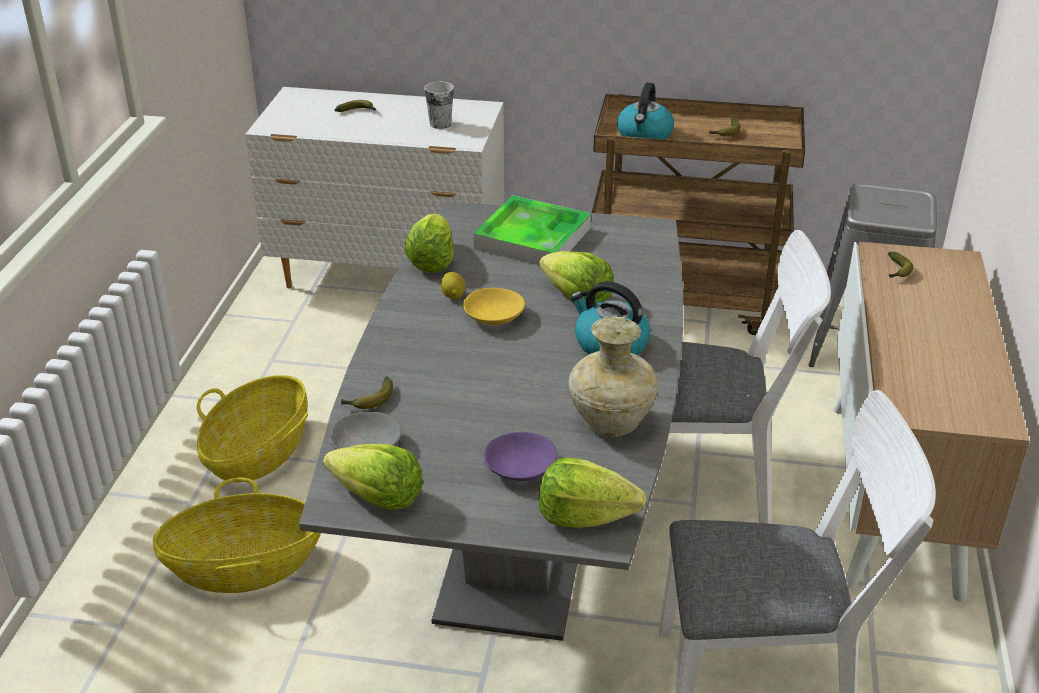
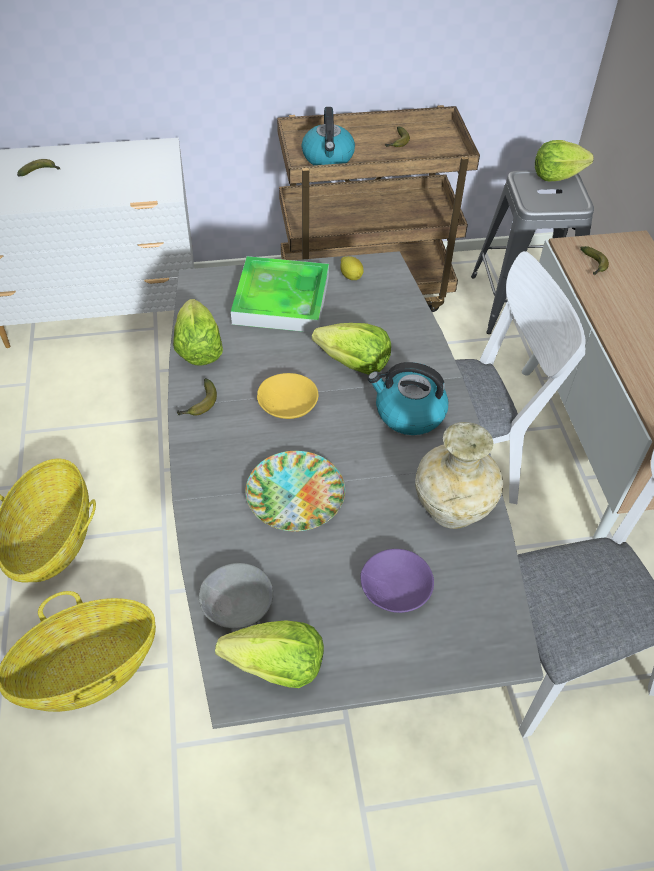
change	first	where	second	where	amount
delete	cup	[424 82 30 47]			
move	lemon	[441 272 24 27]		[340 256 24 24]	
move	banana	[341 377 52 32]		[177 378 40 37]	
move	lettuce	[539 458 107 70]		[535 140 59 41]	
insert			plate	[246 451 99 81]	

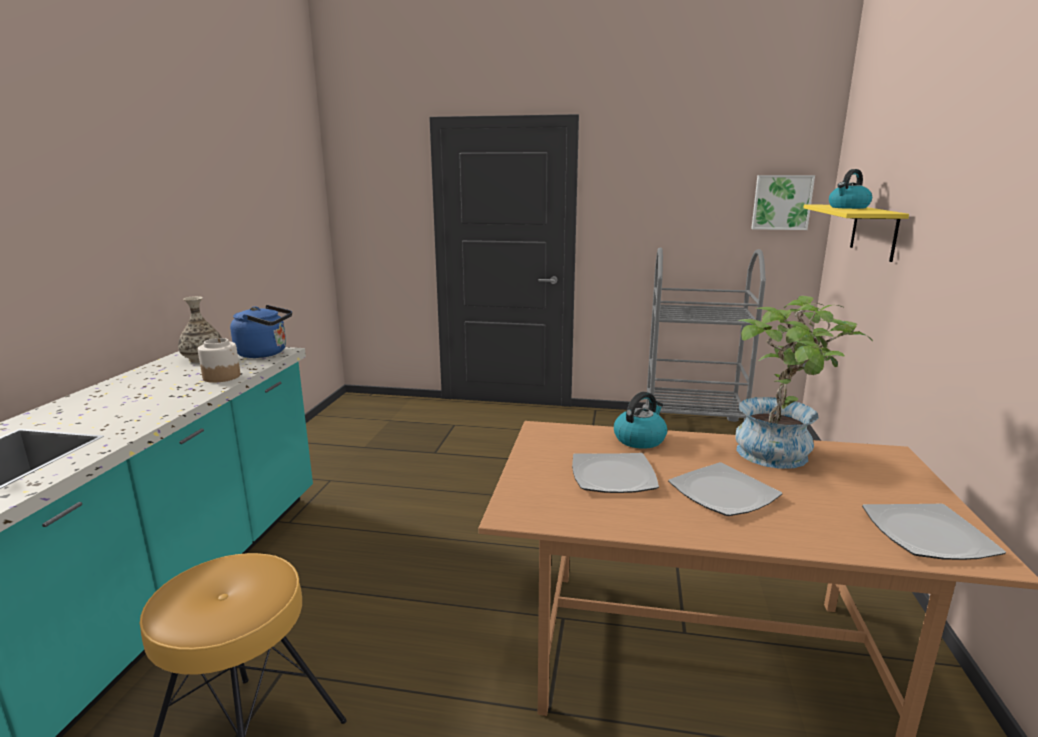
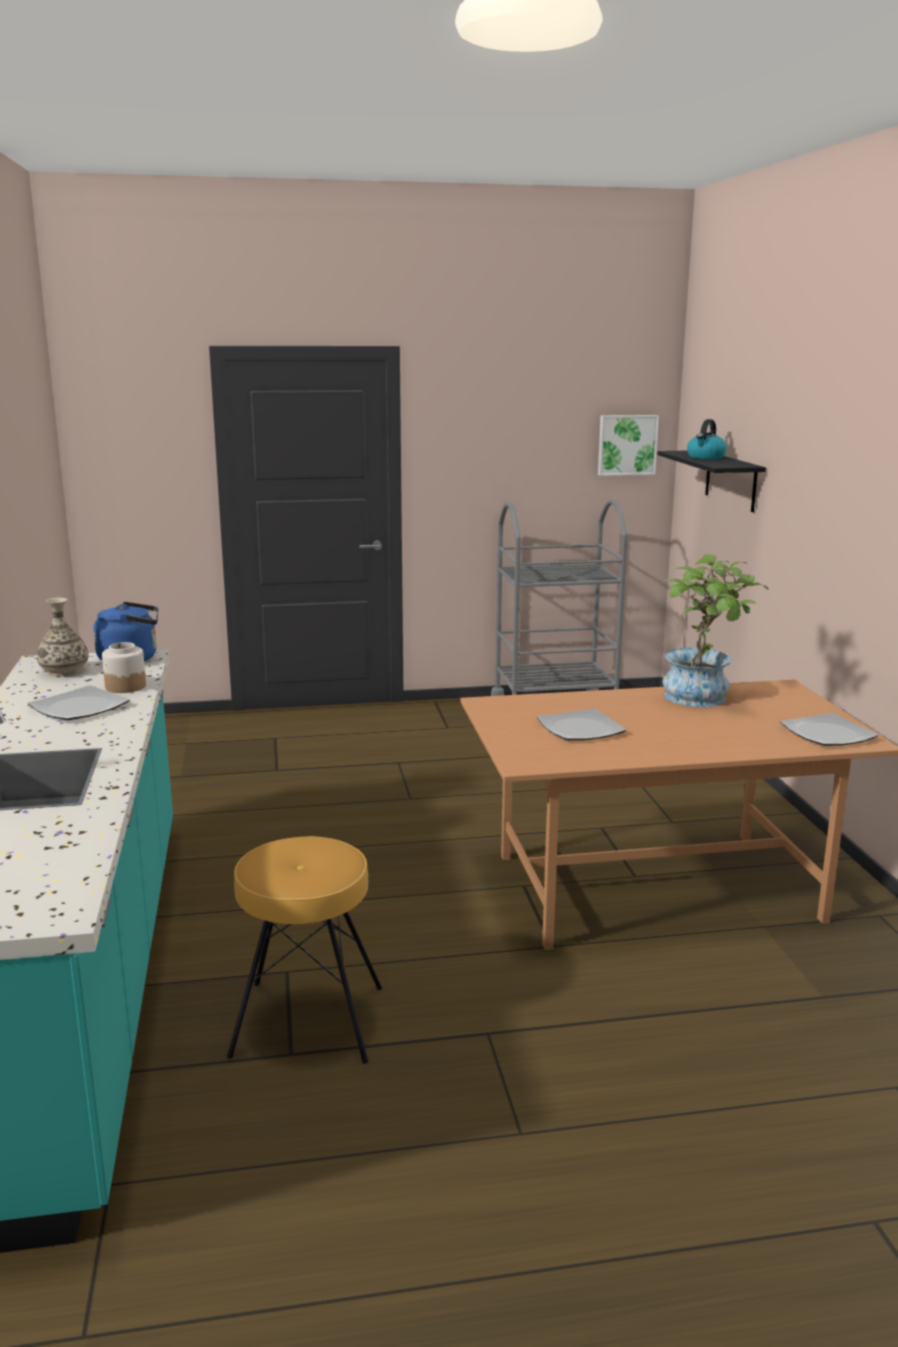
change	first	where	second	where	amount
recolor	shelf in yellow	[803 204 106 58]	shelf in black	[657 451 109 61]	
delete	kettle	[614 392 53 57]			
move	plate	[668 462 114 54]		[28 685 102 35]	

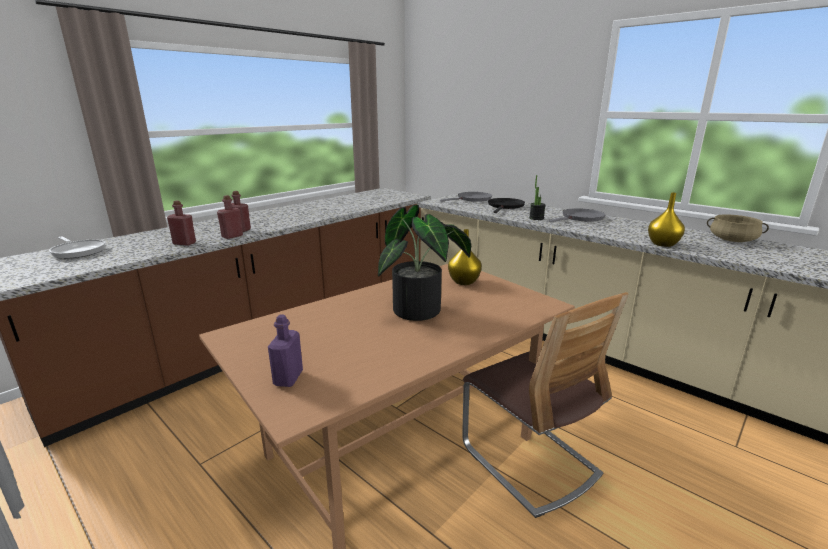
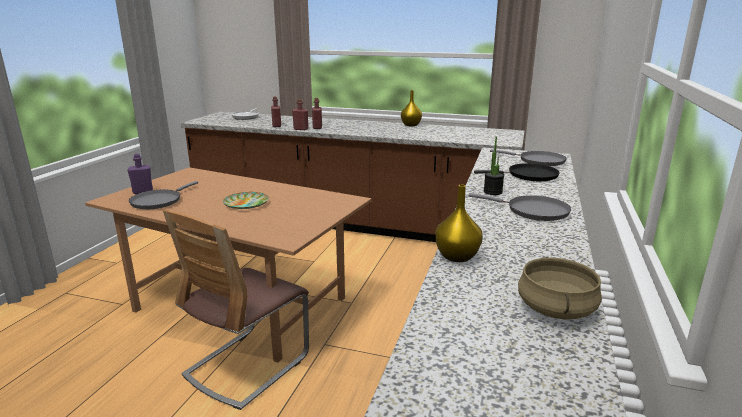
change	first	where	second	where	amount
replace	potted plant	[378 205 93 116]	plate	[223 192 46 17]	
move	vase in yellow	[448 229 34 56]		[401 90 21 36]	
insert			frying pan in grey	[129 181 69 28]	

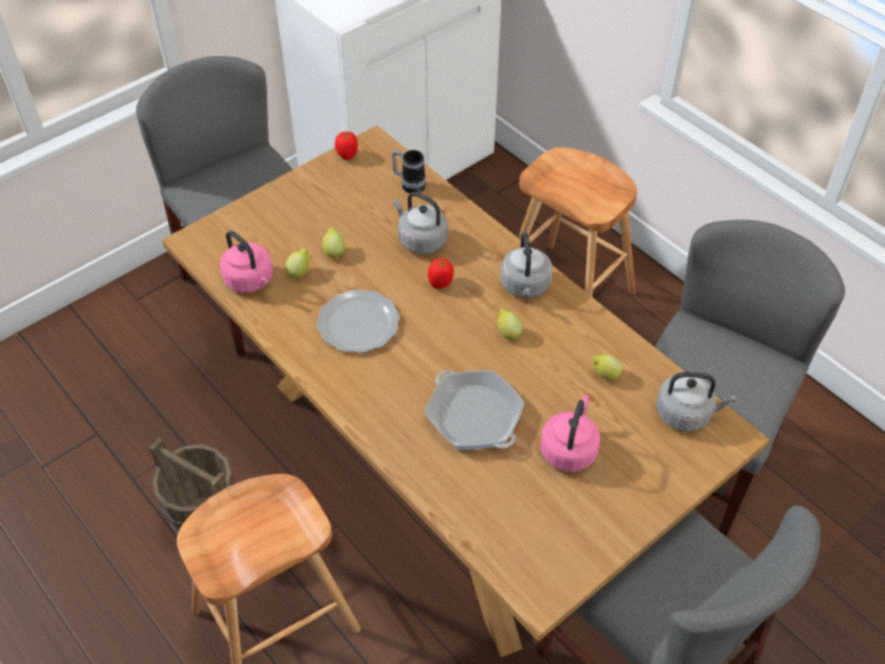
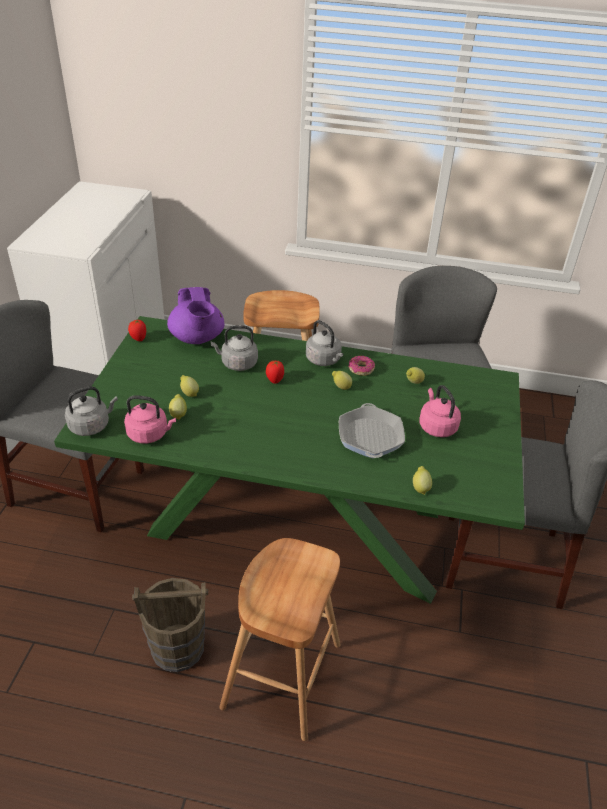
change	first	where	second	where	amount
recolor	dining table in brown	[162 125 608 532]	dining table in green	[54 316 471 288]	
replace	mug	[392 150 34 43]	teapot in purple	[167 287 57 57]	
delete	plate	[317 289 83 64]			
rotate	frying pan	[425 370 99 80]		[339 403 66 55]	75 degrees clockwise
move	kettle in grey	[656 372 80 59]		[65 386 53 50]	
insert			donut	[349 356 26 20]	
insert			lemon	[413 466 19 29]	

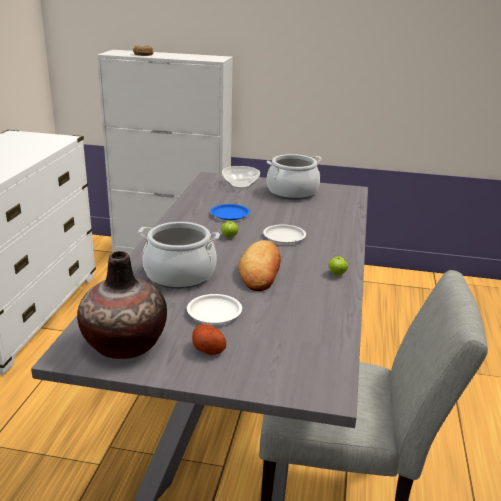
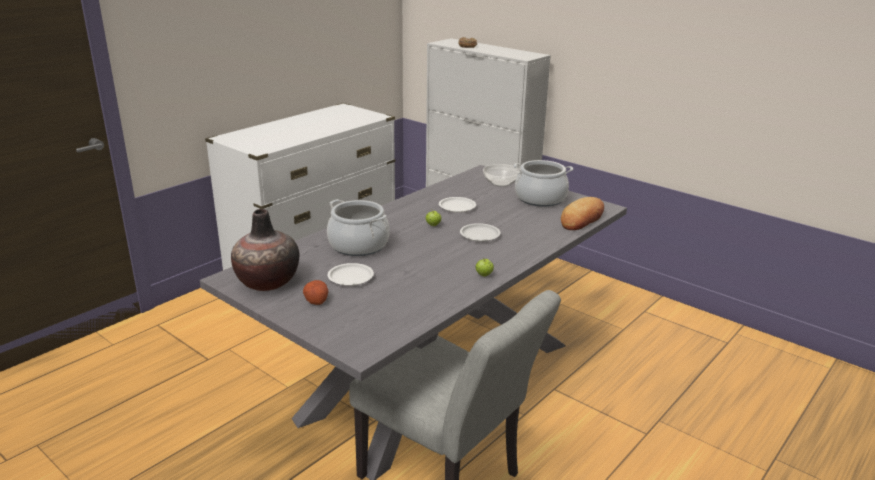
change	first	where	second	where	amount
recolor	plate in blue	[210 204 40 16]	plate in white	[439 197 37 16]	
move	bread	[238 240 43 51]		[561 197 43 33]	

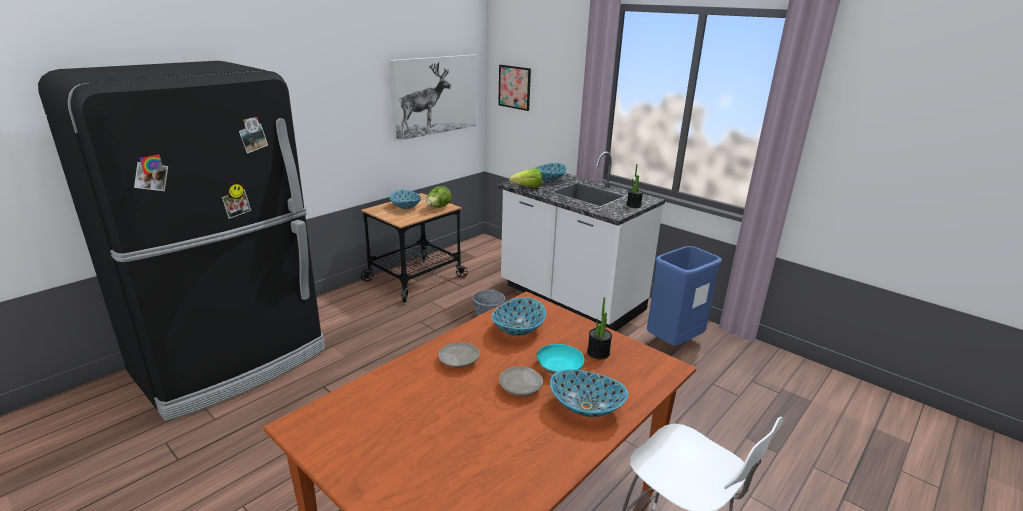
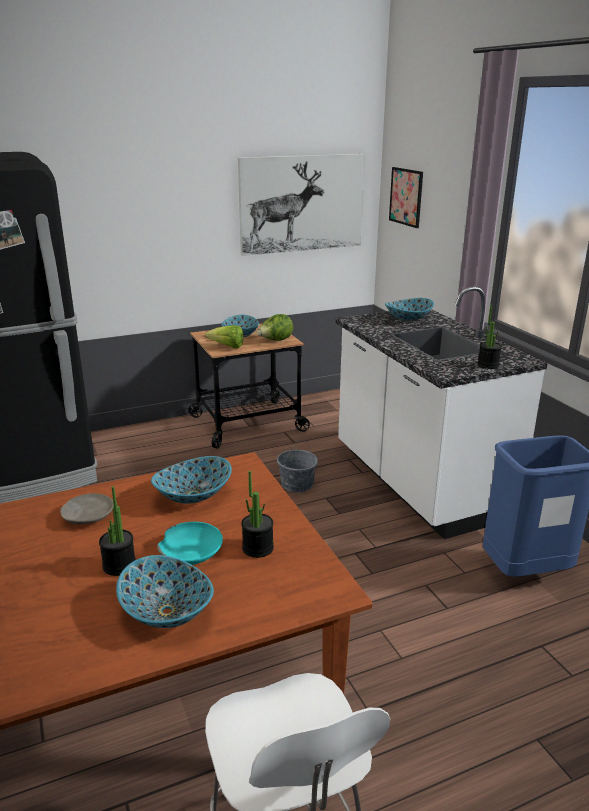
change	first	where	second	where	amount
move	lettuce	[509 168 33 20]		[205 325 39 23]	
replace	plate in beige	[499 366 44 30]	potted plant	[99 486 37 90]	

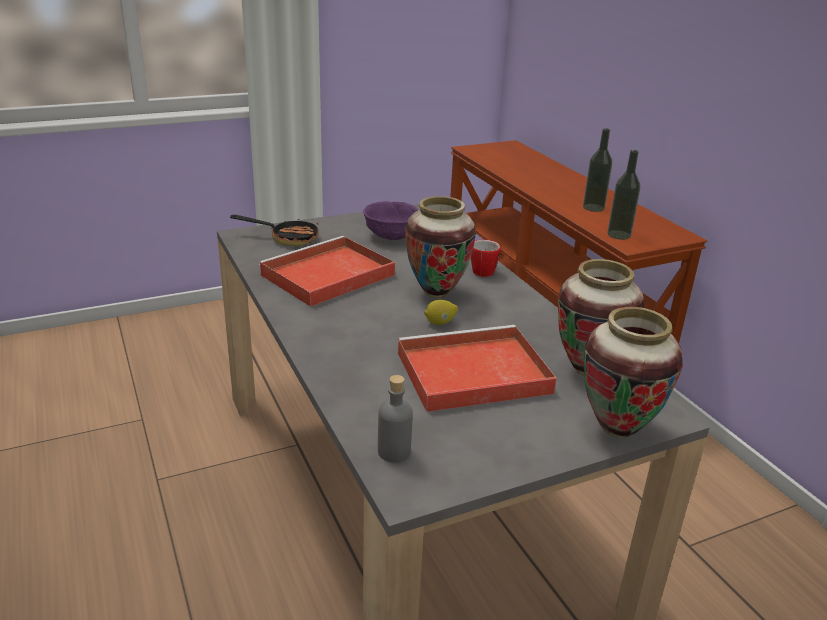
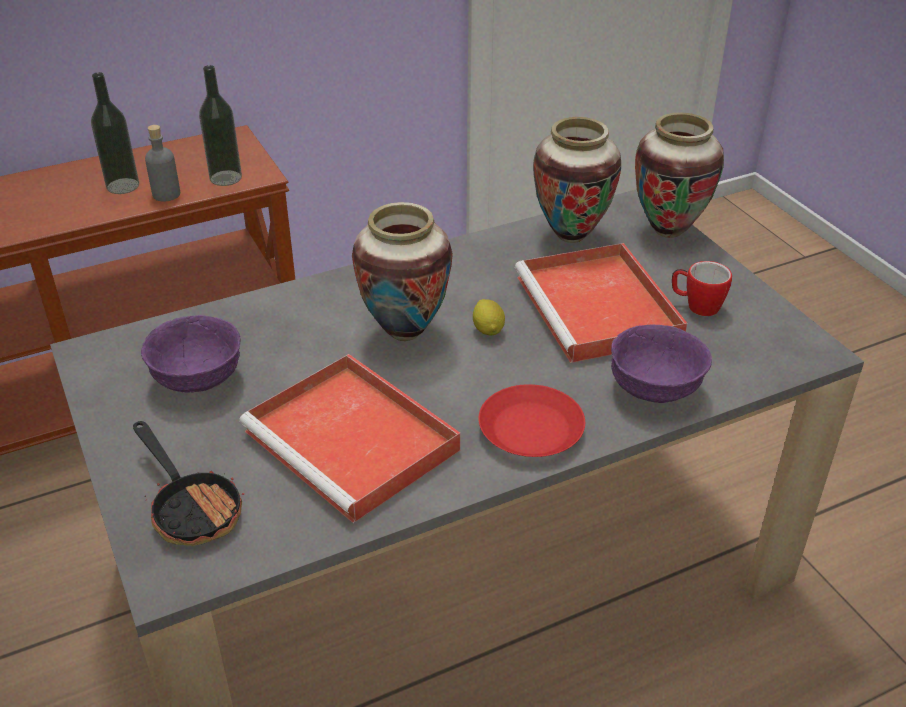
change	first	where	second	where	amount
rotate	frying pan	[230 215 89 31]		[133 421 111 125]	135 degrees clockwise
move	mug	[471 239 30 38]		[672 261 60 55]	
move	bottle in grey	[378 375 35 88]		[145 125 35 77]	
insert			bowl in purple	[611 325 101 78]	
insert			plate in red	[479 384 106 73]	

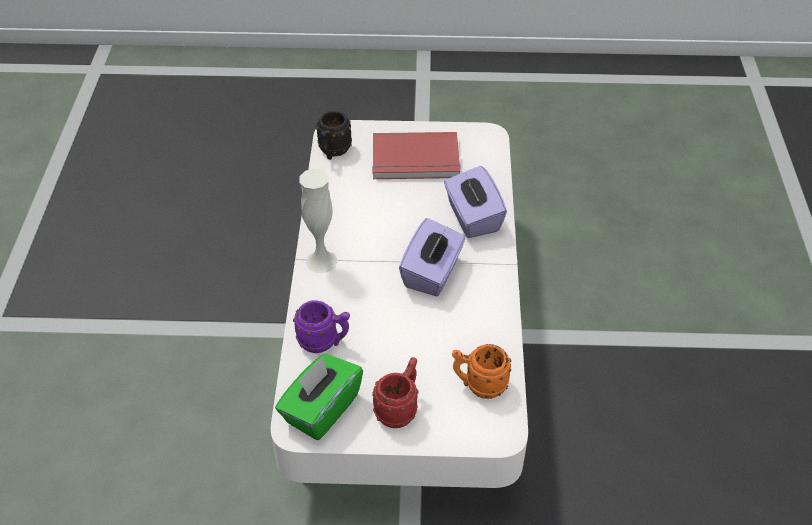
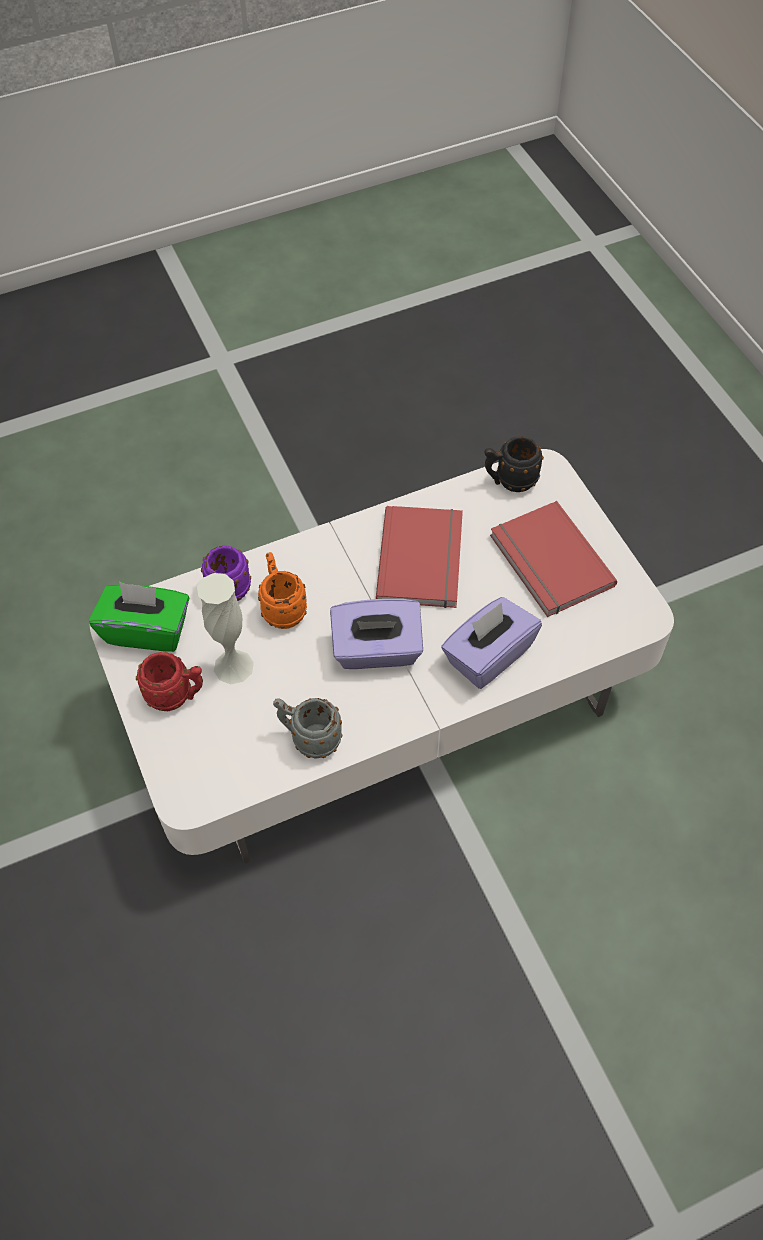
change	first	where	second	where	amount
move	vase in white	[299 169 39 104]		[197 573 57 111]	
move	mug in orange	[452 344 59 55]		[258 552 49 77]	
insert			book in red	[376 506 87 102]	
insert			mug in grey	[273 698 69 61]	

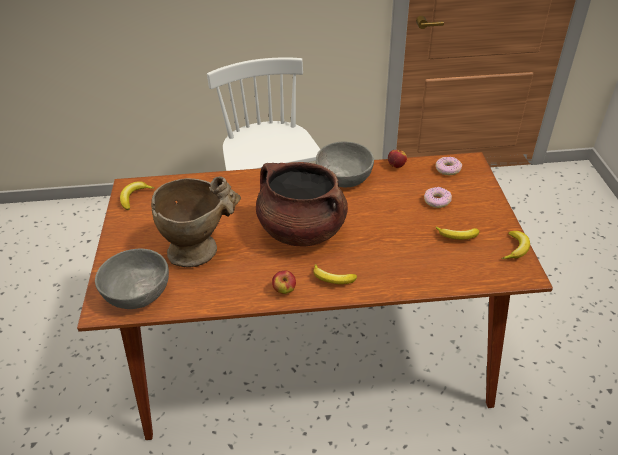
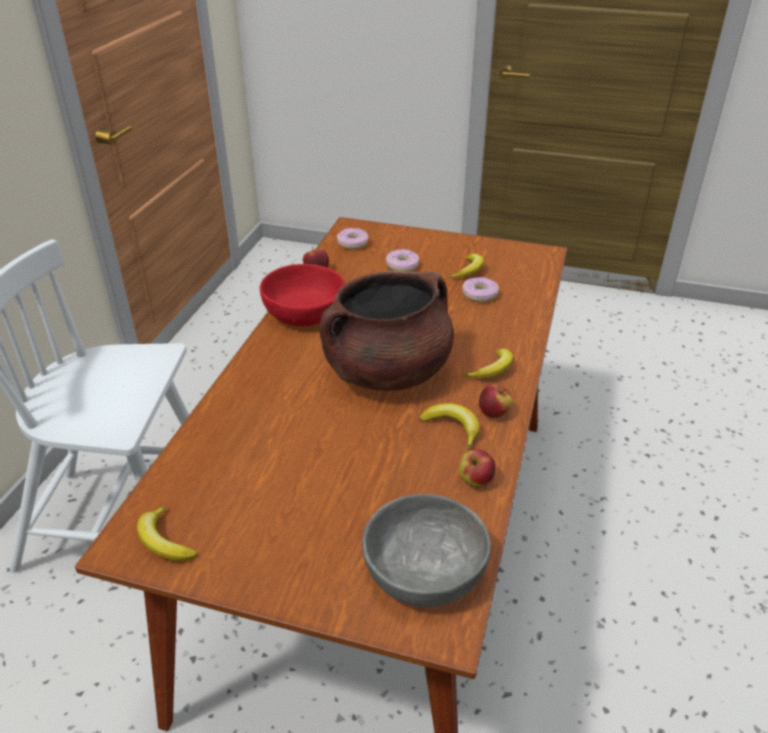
change	first	where	second	where	amount
recolor	bowl in grey	[316 142 58 45]	bowl in red	[260 264 85 62]	
delete	vase in beige	[151 176 90 91]			
move	banana	[501 231 29 28]		[420 403 60 46]	
insert			donut	[462 277 37 25]	
insert			apple	[459 449 37 38]	

